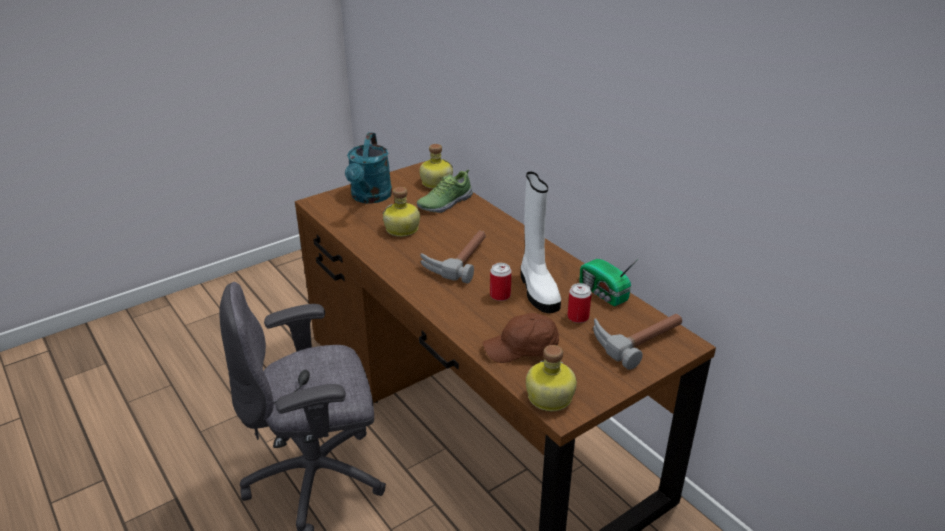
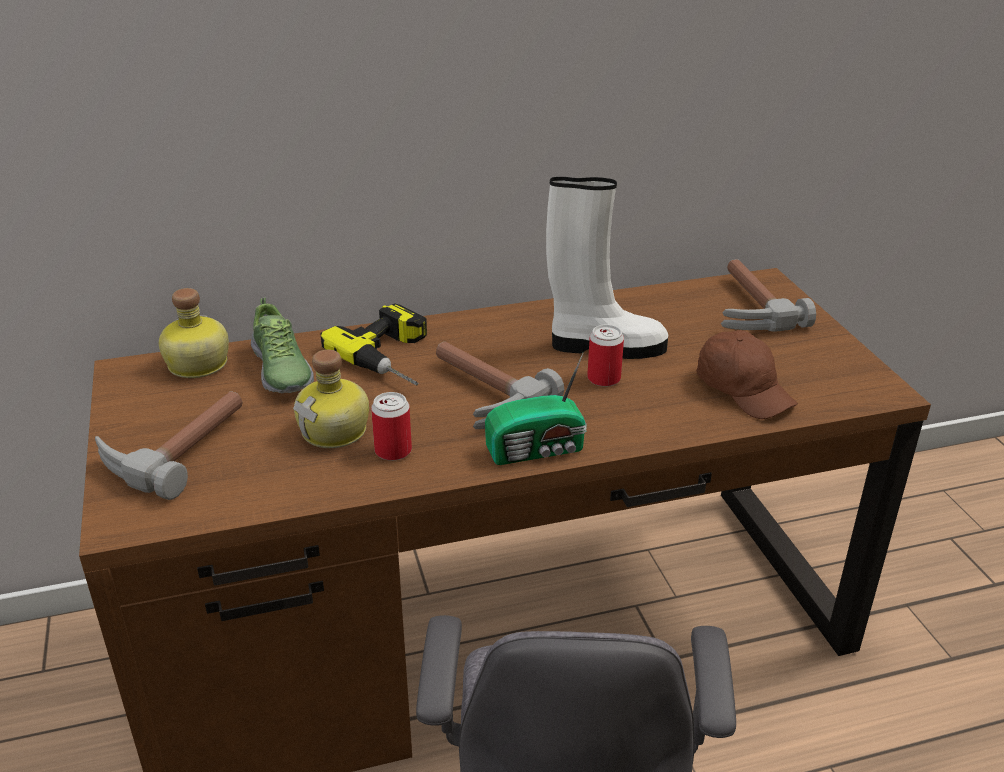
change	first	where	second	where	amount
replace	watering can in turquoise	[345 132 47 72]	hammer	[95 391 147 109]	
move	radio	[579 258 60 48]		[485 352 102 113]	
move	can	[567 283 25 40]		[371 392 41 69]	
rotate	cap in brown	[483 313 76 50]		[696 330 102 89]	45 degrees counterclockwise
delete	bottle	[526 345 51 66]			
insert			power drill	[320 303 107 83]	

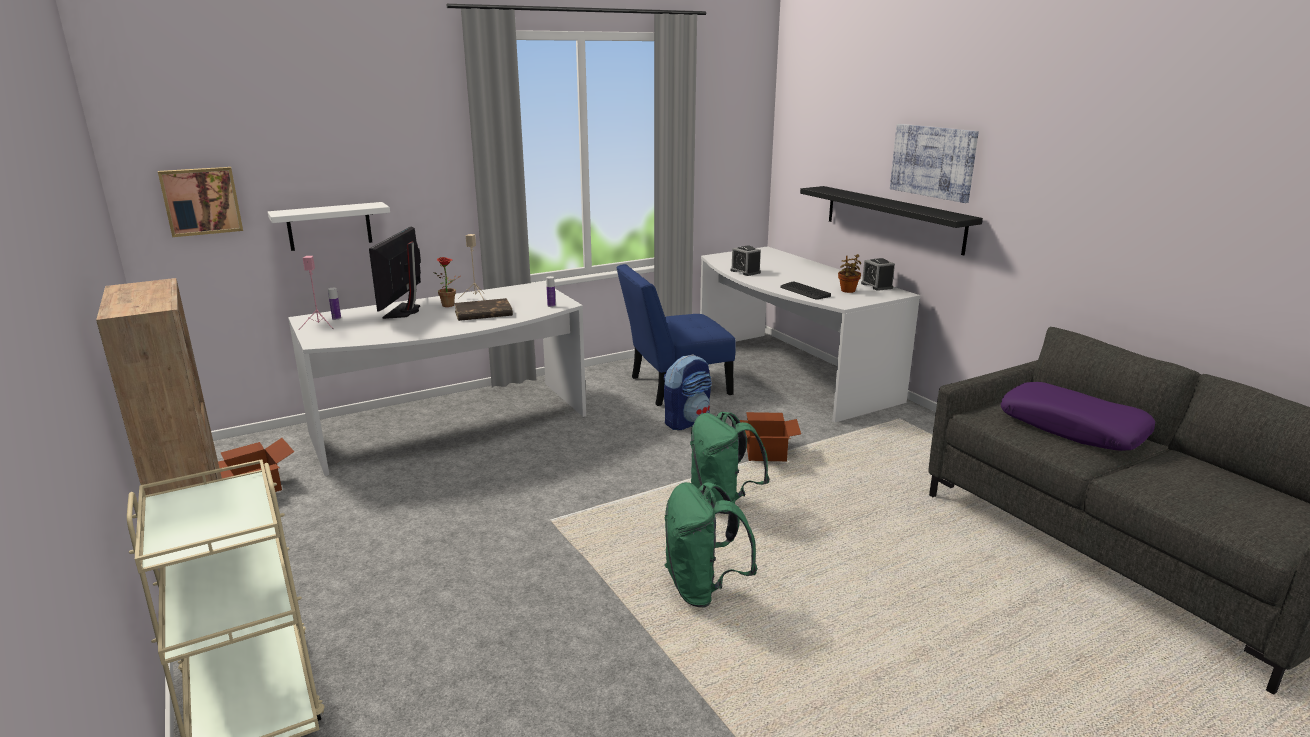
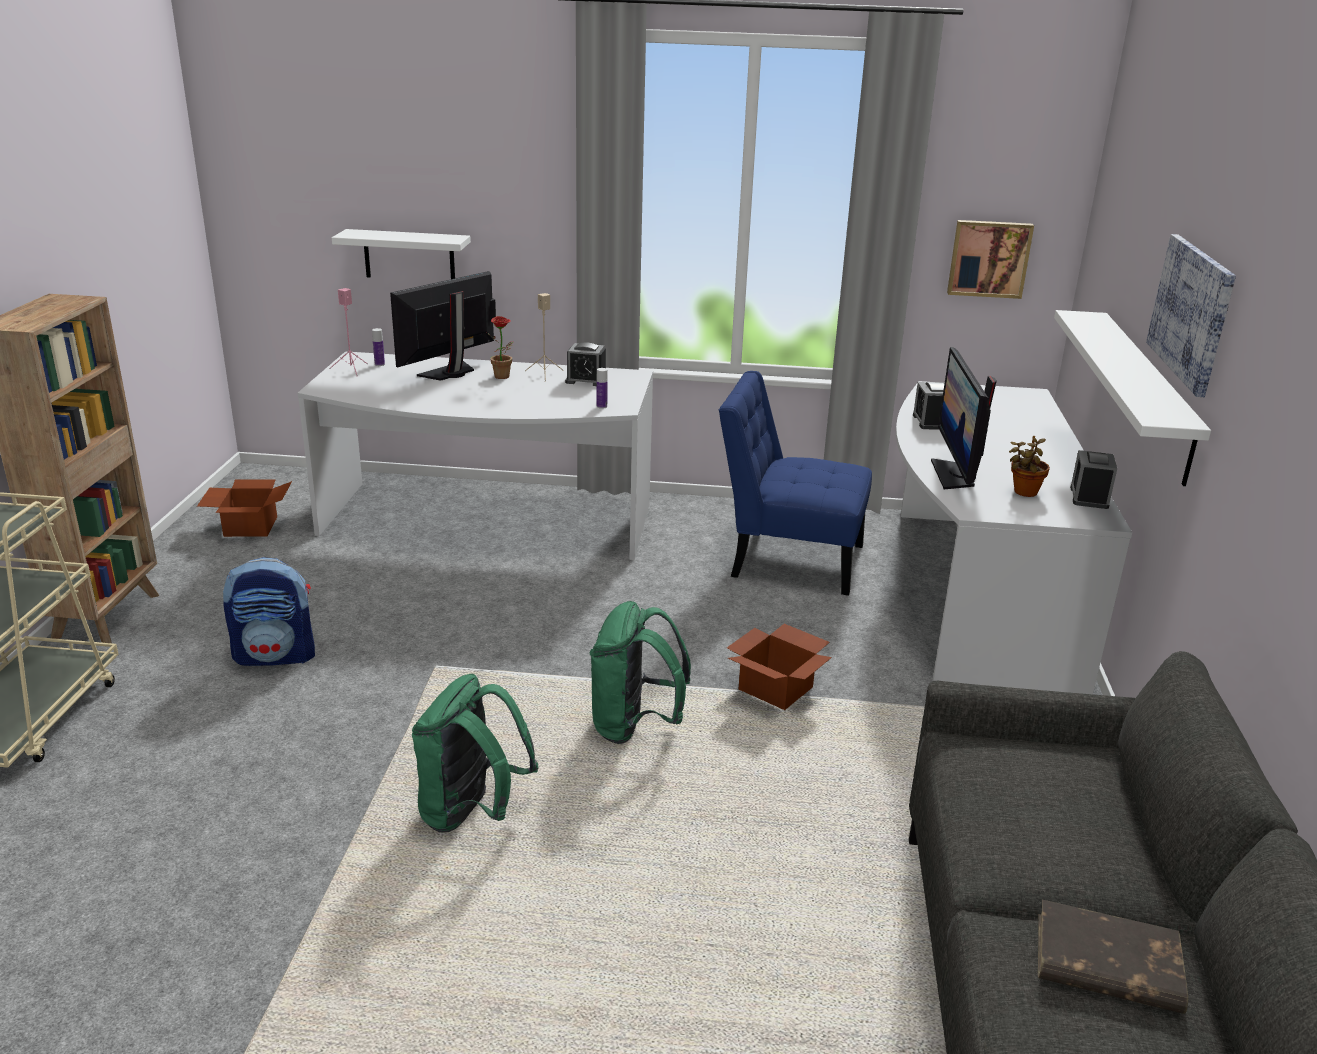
change	first	where	second	where	amount
move	picture	[158 167 85 70]		[947 220 87 79]	
recolor	shelf in black	[800 186 183 69]	shelf in white	[1054 310 157 176]	
replace	keyboard	[780 281 51 19]	monitor	[931 347 66 142]	
move	book in brown	[454 298 59 23]		[1038 899 150 115]	
move	backpack	[663 354 49 76]		[223 557 92 109]	
delete	pillow in purple	[1001 382 154 69]			
insert			alarm clock	[565 342 41 44]	

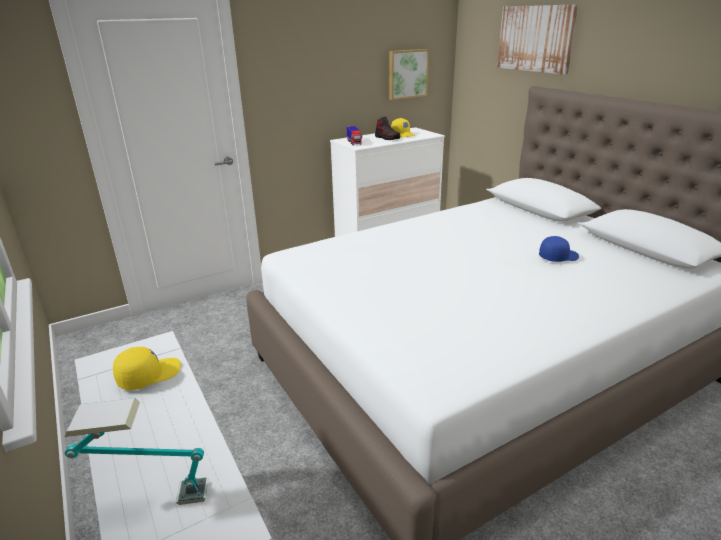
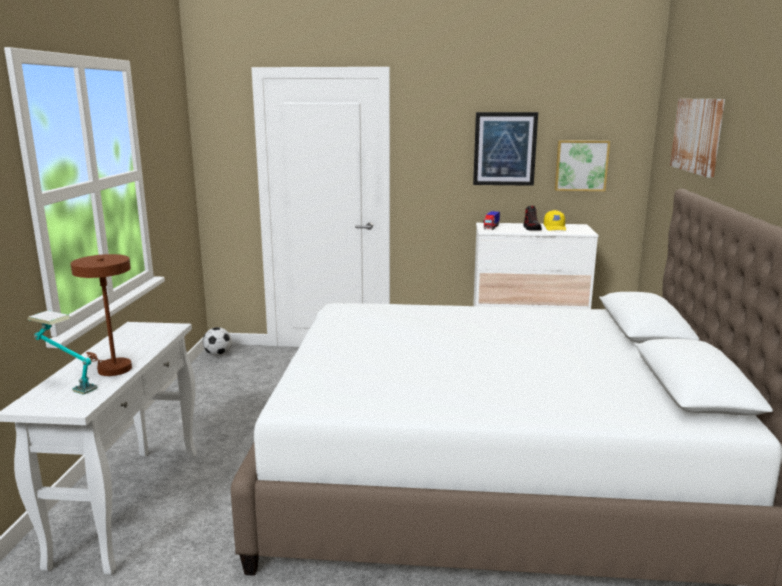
change	first	where	second	where	amount
delete	cap in blue	[539 236 40 26]			
delete	cap in yellow	[113 347 68 43]			
insert			picture	[473 112 65 74]	
insert			table lamp in brown	[70 254 62 122]	
insert			football	[203 327 29 29]	

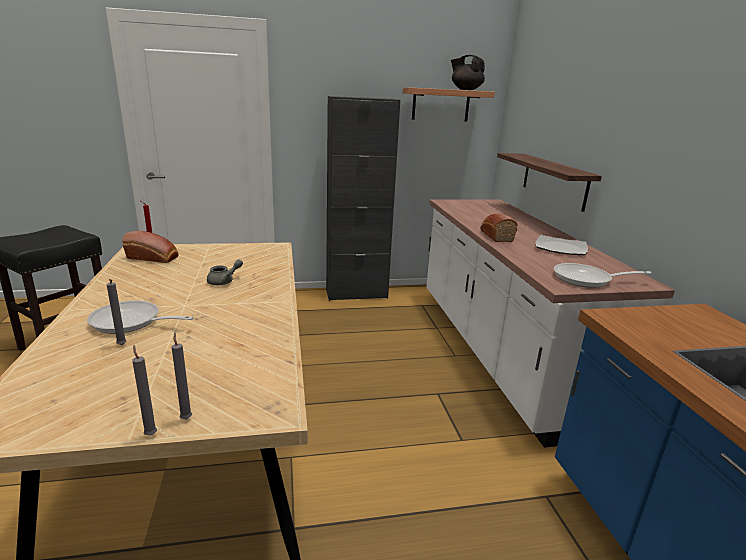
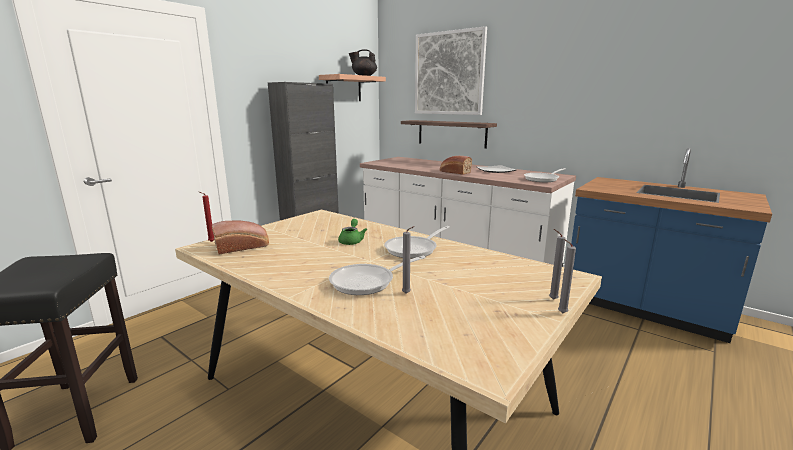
change	first	where	second	where	amount
recolor	teapot in grey	[207 259 36 26]	teapot in green	[338 219 29 26]	
insert			picture	[415 26 72 89]	
insert			frying pan	[384 226 66 33]	

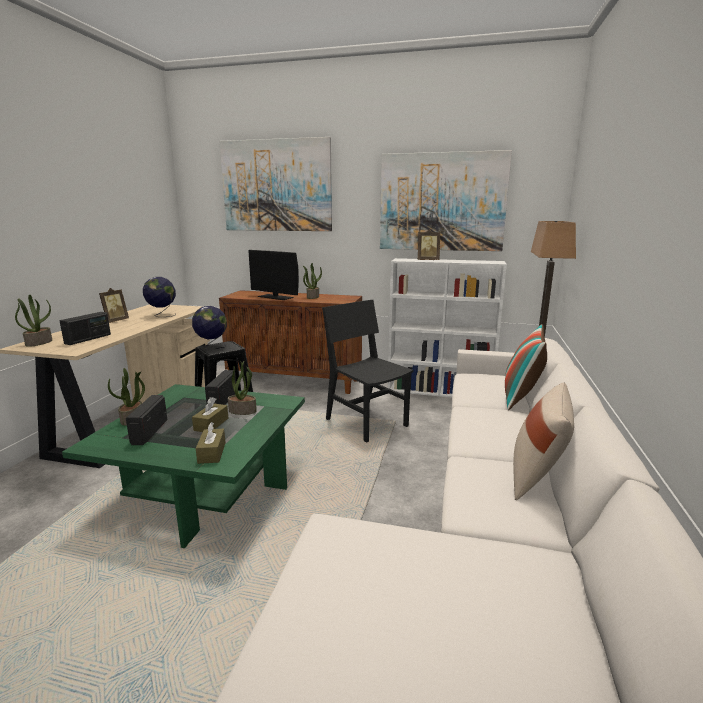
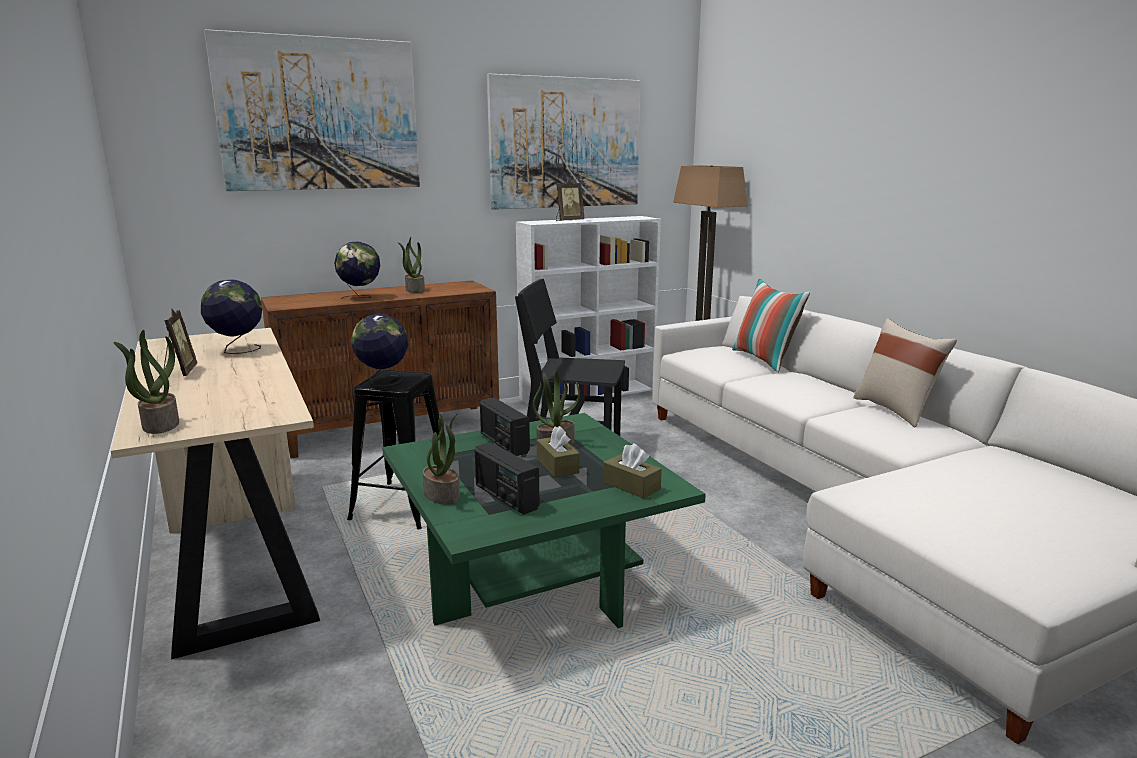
change	first	where	second	where	amount
replace	monitor	[248 250 51 50]	globe	[334 241 46 58]	
delete	radio	[59 312 52 33]			

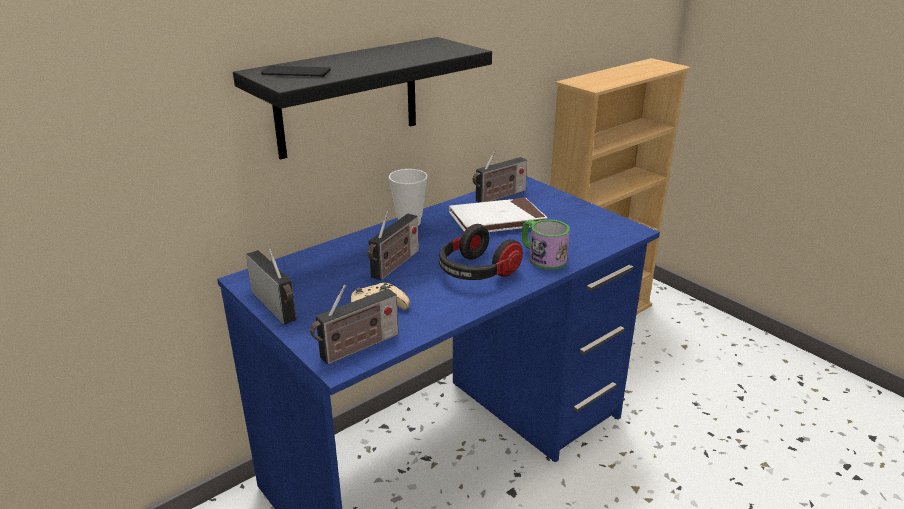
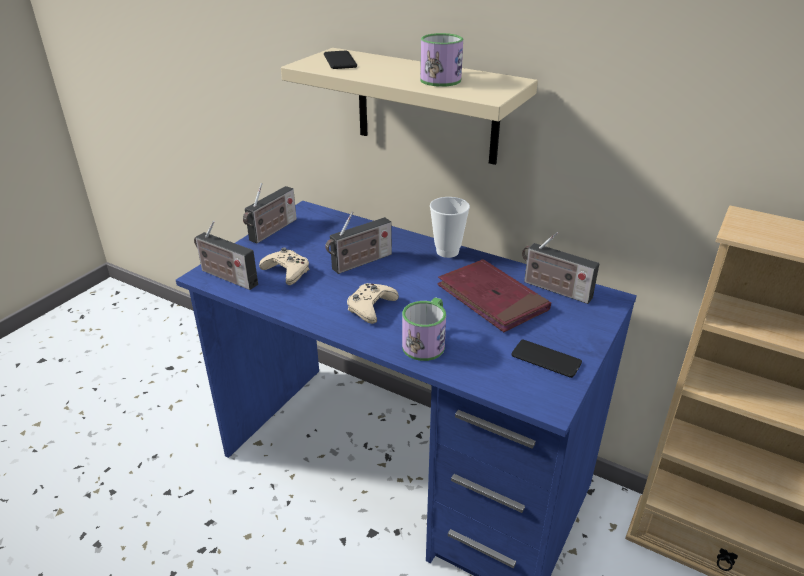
change	first	where	second	where	amount
recolor	shelf in black	[233 37 259 123]	shelf in beige	[281 48 257 117]	
recolor	book in white	[449 197 98 35]	book in red	[437 259 114 73]	
rotate	radio	[367 211 52 69]		[325 212 67 62]	45 degrees counterclockwise
replace	headphones	[439 224 84 56]	game controller in beige	[347 283 52 41]	
insert			mug	[420 33 43 54]	
insert			phone	[511 340 71 38]	

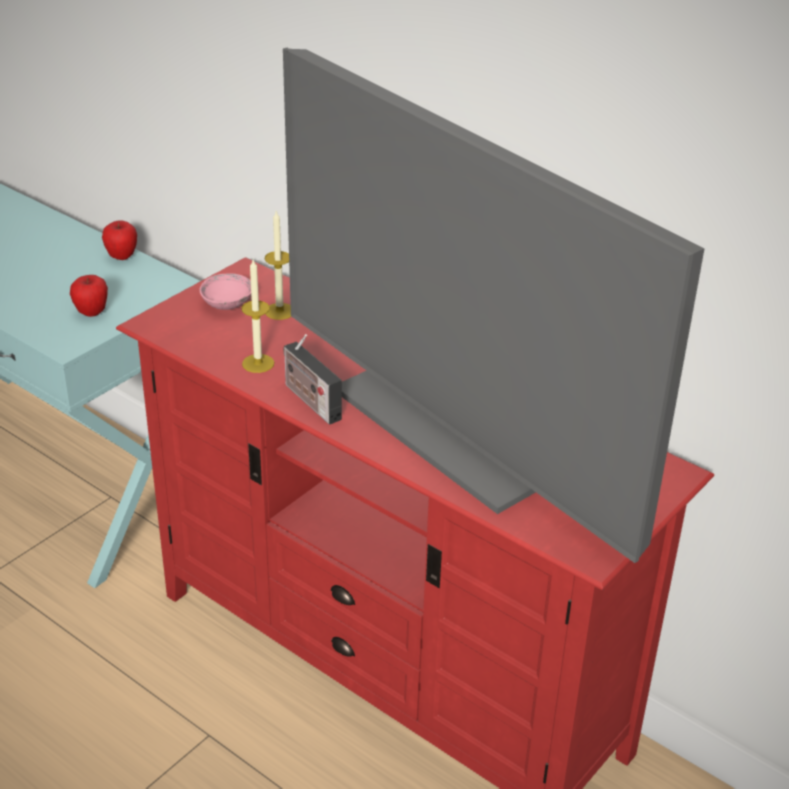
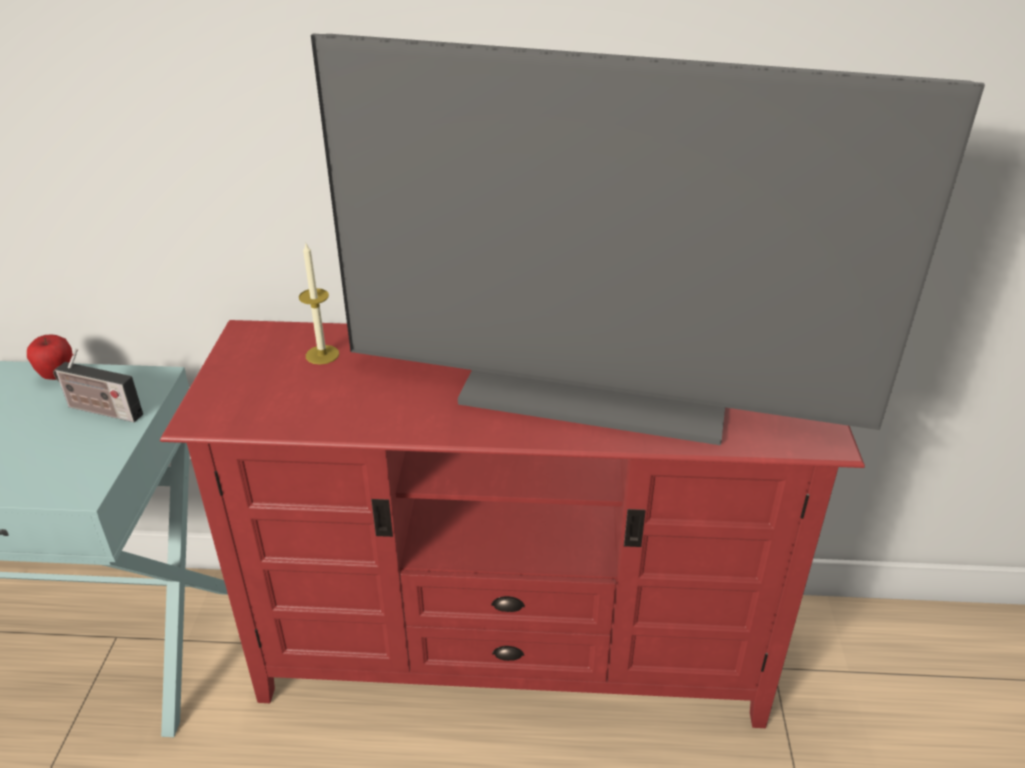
change	first	where	second	where	amount
delete	candle	[241 260 33 113]			
delete	bowl in pink	[200 273 51 37]			
delete	apple	[70 275 38 42]			
move	radio	[283 334 59 91]		[53 348 90 75]	

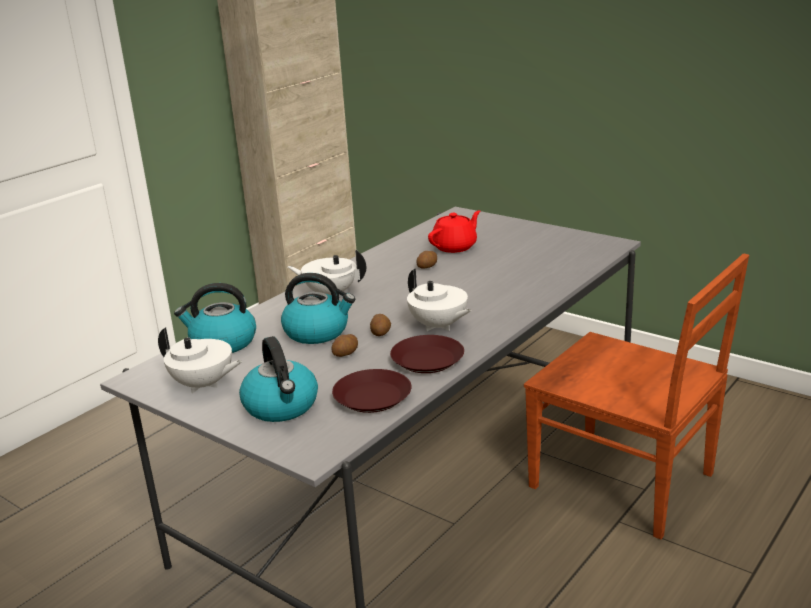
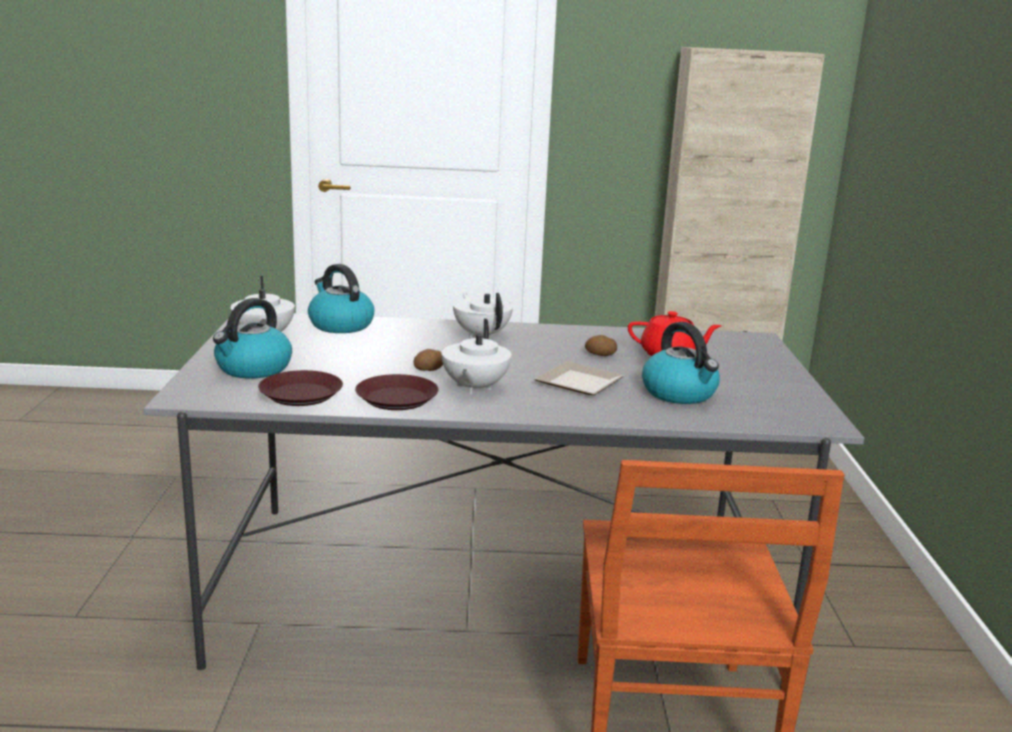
change	first	where	second	where	amount
move	kettle	[281 273 74 71]		[642 322 78 82]	
delete	potato	[331 334 27 23]			
insert			plate	[535 361 89 34]	

